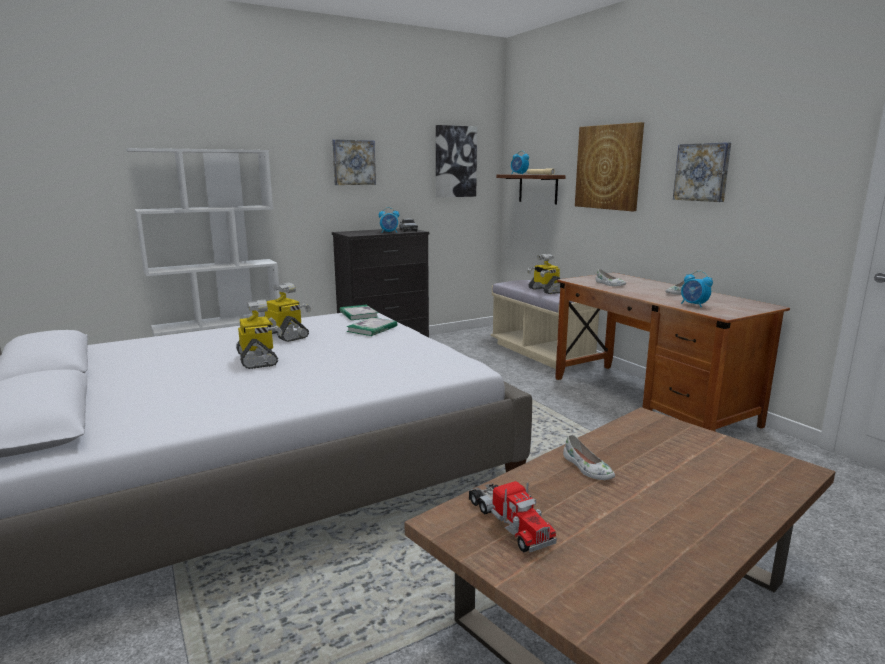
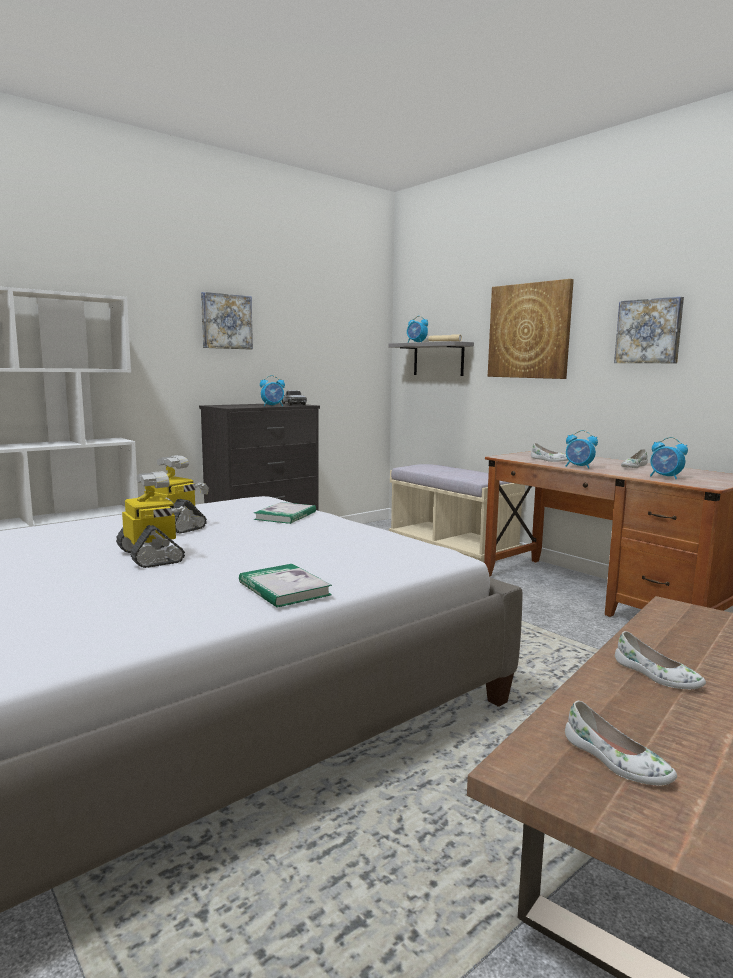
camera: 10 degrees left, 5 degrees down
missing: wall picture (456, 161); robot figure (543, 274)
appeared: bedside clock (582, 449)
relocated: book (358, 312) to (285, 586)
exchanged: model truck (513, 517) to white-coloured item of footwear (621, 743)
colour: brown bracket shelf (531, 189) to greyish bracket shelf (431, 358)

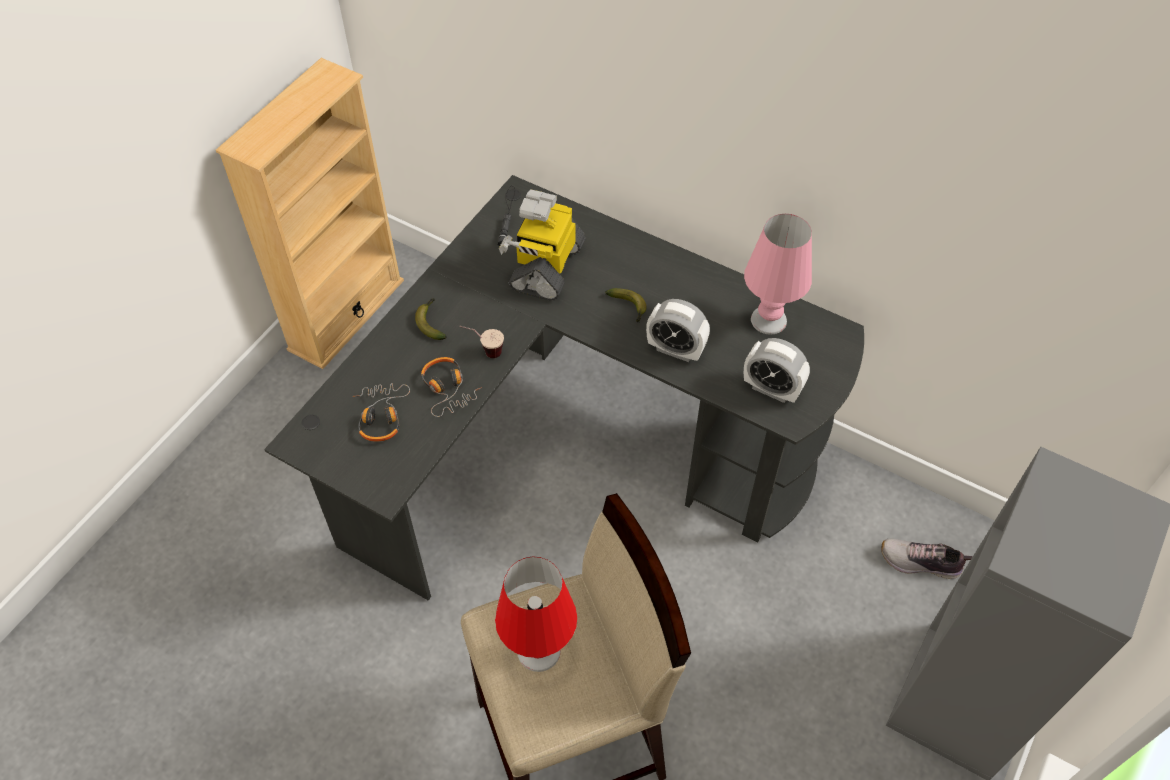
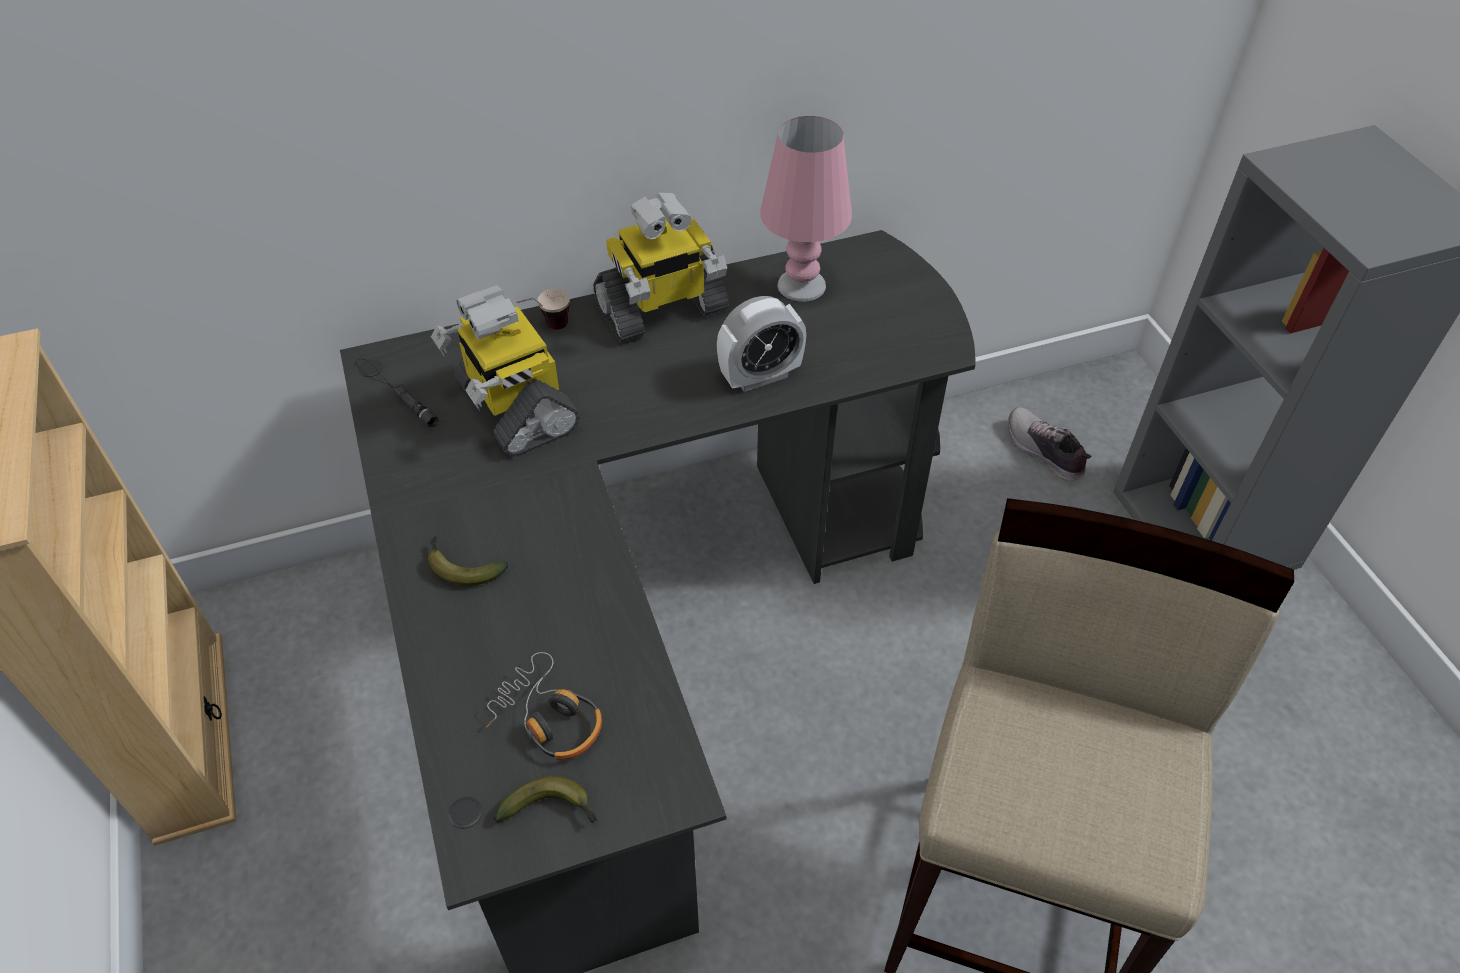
camera: 50 degrees left, 5 degrees down
missing: headphones (451, 387); red lamp for a table (536, 614); bedside clock (777, 370)
appeared: robot figure (661, 267)
relocated: drinking cup (481, 342) to (543, 309); banana (626, 305) to (545, 799)
spun: item of footwear (927, 559) = (1050, 444) 90 degrees clockwise

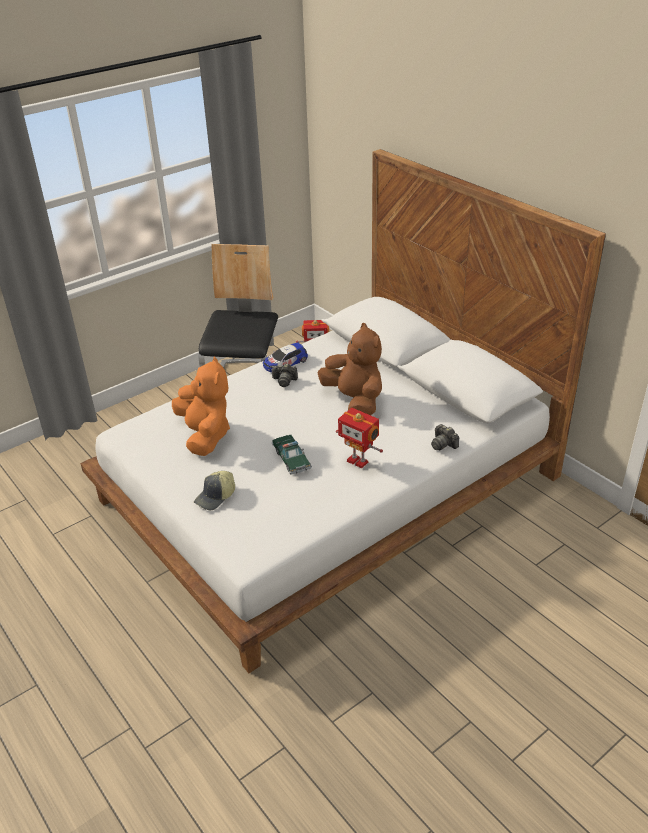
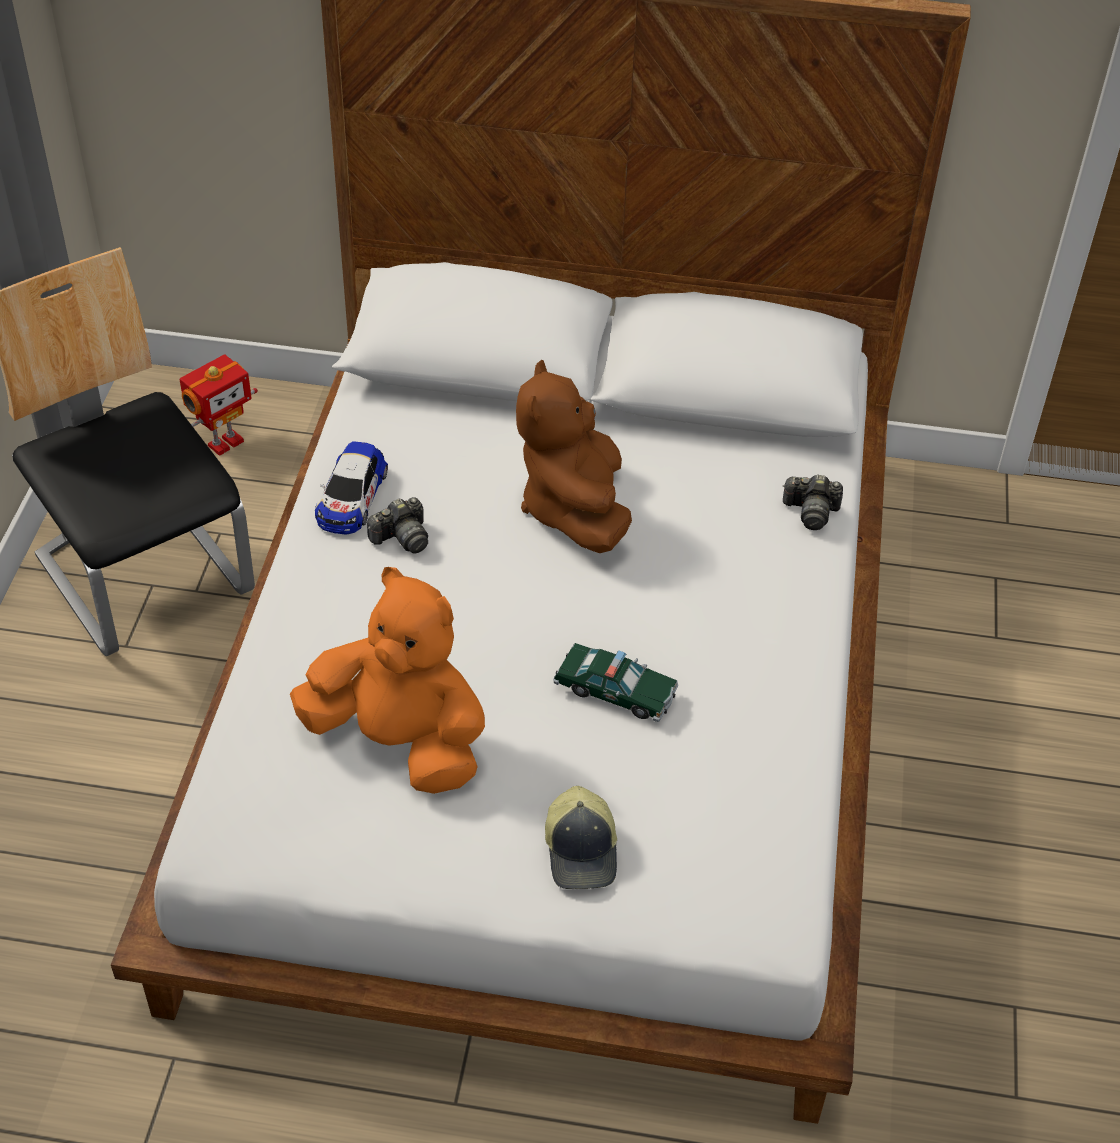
camera: 45 degrees left, 10 degrees up
missing: robot figure (359, 438)
spun: brown soft toy (349, 369) = (574, 456) 105 degrees counterclockwise

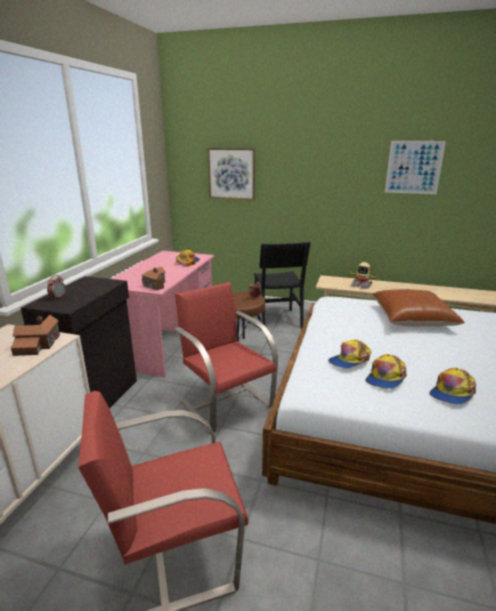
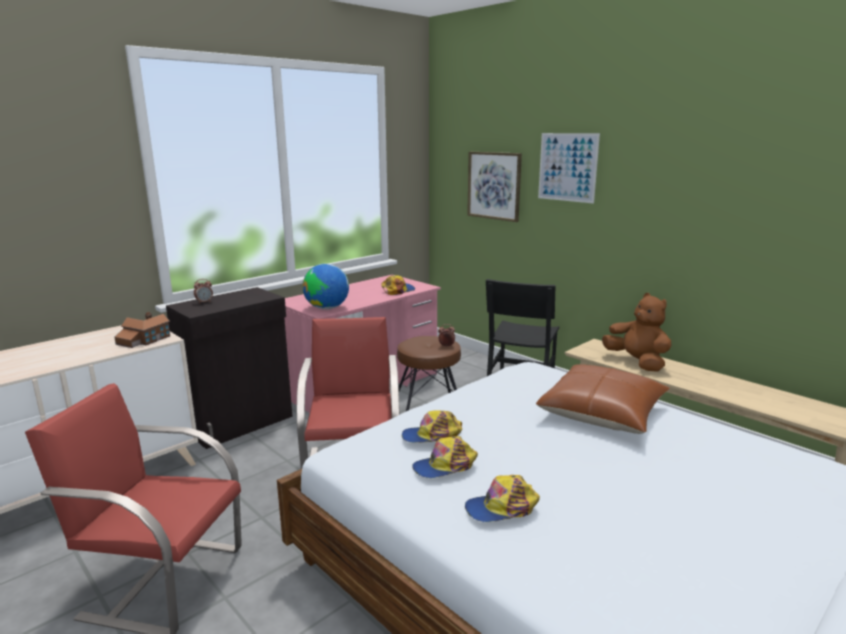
camera: 30 degrees right, 5 degrees down
relocated: wall picture (415, 167) to (569, 168)
exchanged: model house (153, 278) to globe (325, 287); robot figure (362, 275) to brown soft toy (636, 332)

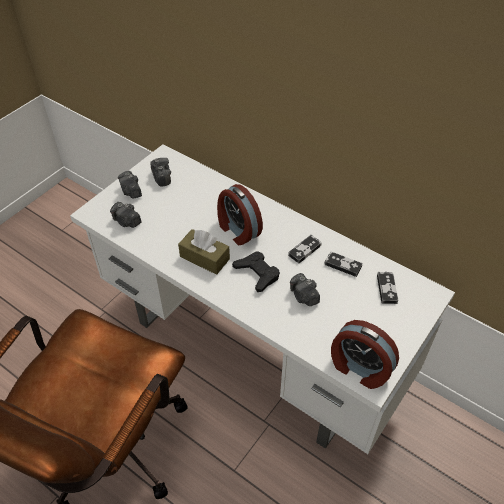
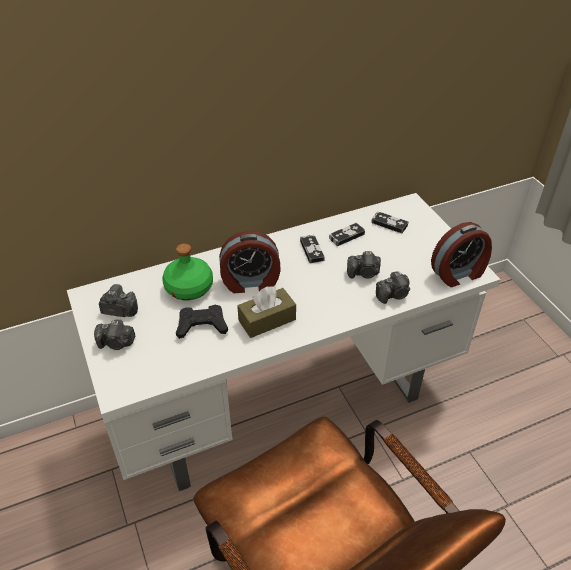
camera: 60 degrees left, 5 degrees down
appeared: greenish drink bottle (187, 272)
relocated: photo camera (125, 215) to (393, 287); black-coloured joypad (256, 271) to (202, 322)

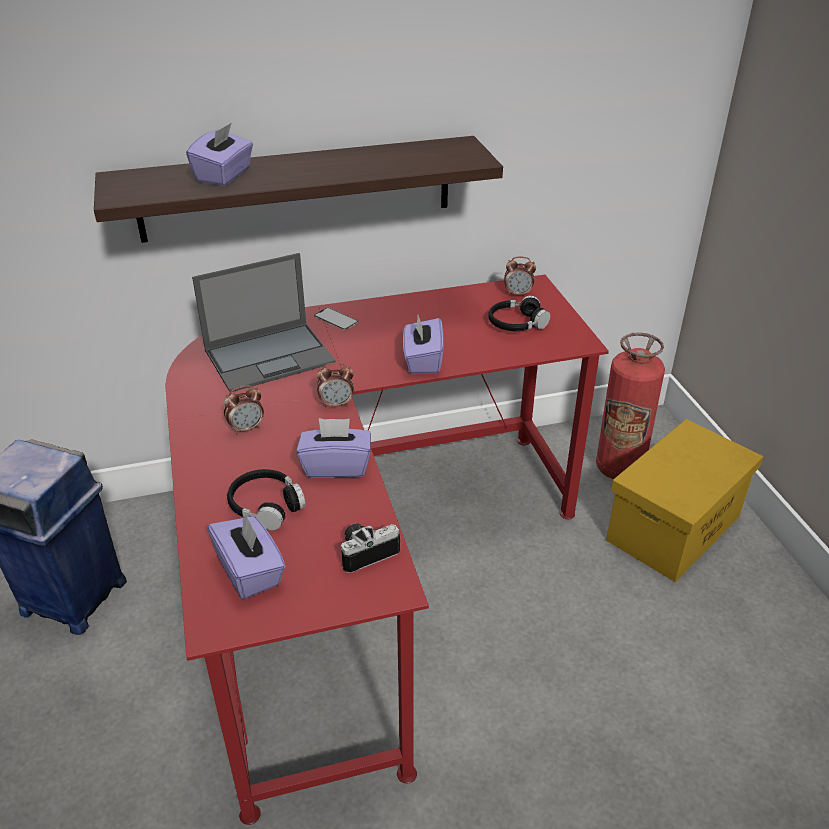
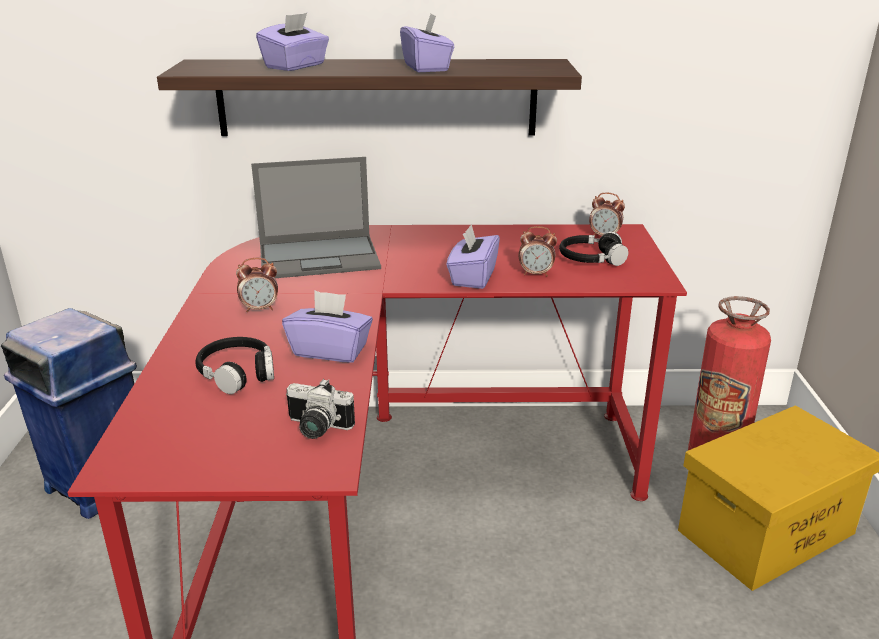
camera: 15 degrees right, 10 degrees down
missing: phone (336, 318)
relocated: purple box of tissues (247, 556) to (427, 43); bedside clock (335, 385) to (538, 251)
spun: photo camera (370, 548) = (320, 409) 150 degrees counterclockwise

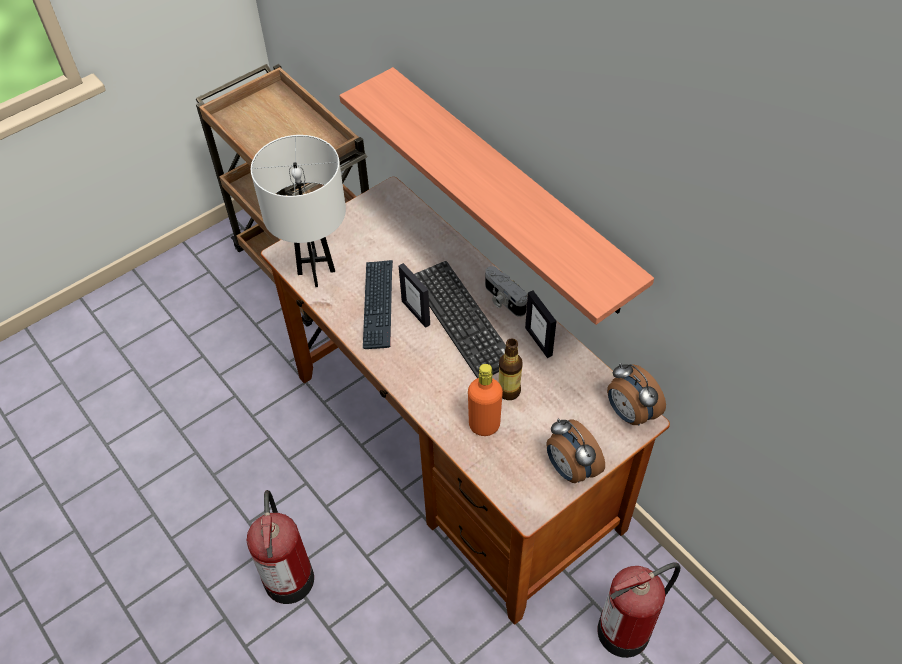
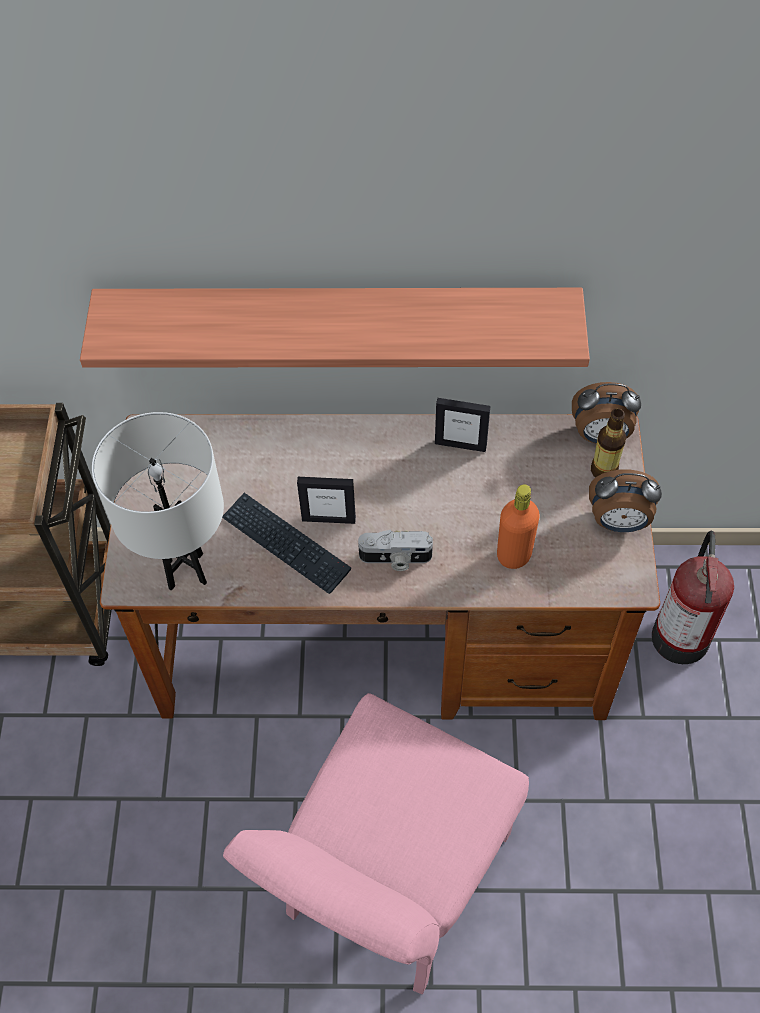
camera: 50 degrees left, 5 degrees up
missing: keyboard (460, 319)
relocated: photo camera (506, 291) to (395, 550); drink bottle (511, 369) to (608, 443)
exchanged: fire extinguisher (280, 547) to pink chair (376, 843)

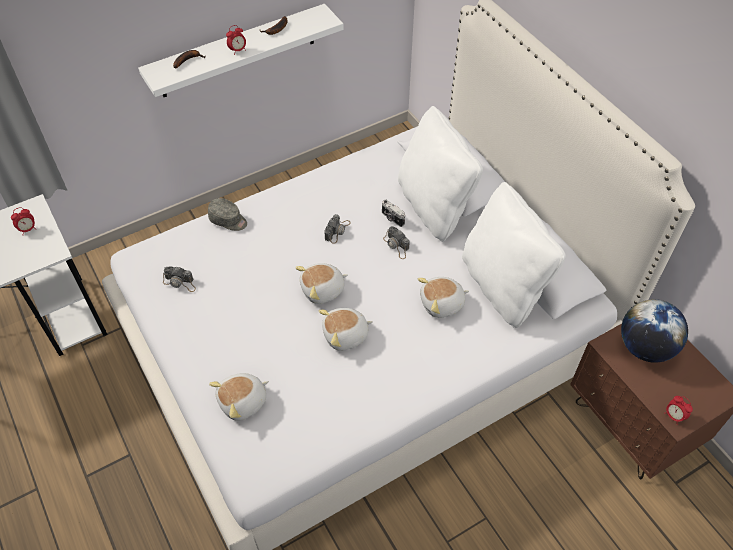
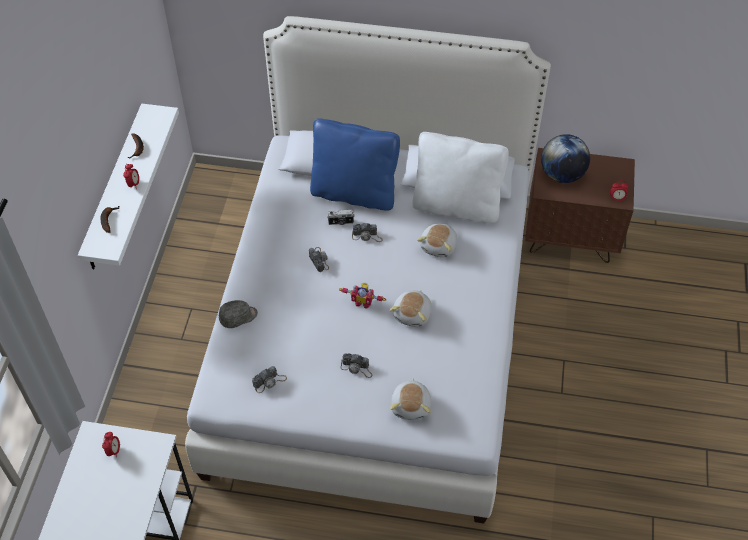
camera: 50 degrees left, 0 degrees up
appeared: photo camera (356, 365)
exchanged: soft toy (321, 283) to robot figure (362, 295)
colour: white-coloured cushion (440, 174) to blue-coloured cushion (355, 164)

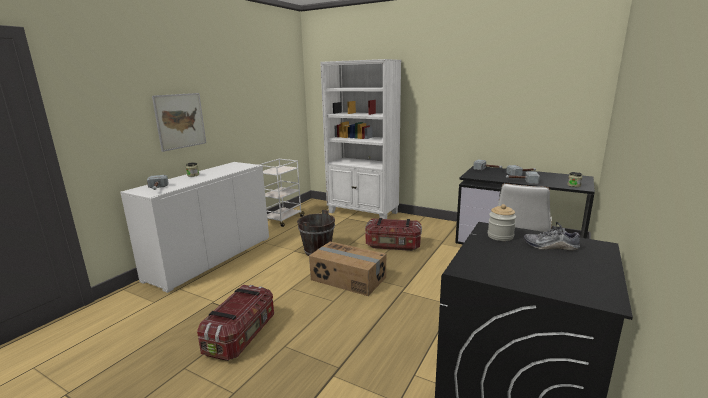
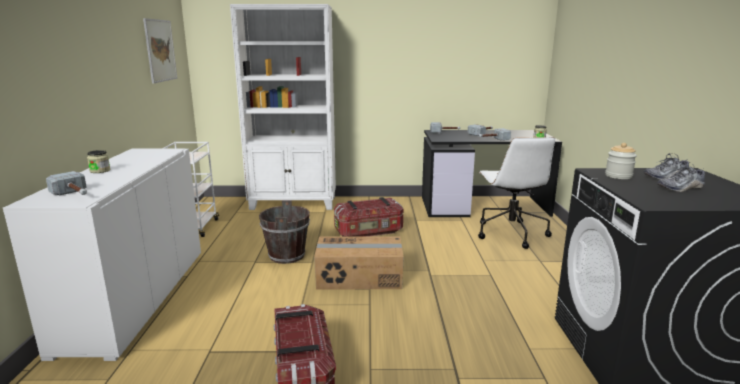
camera: 30 degrees left, 0 degrees up
appeared: item of footwear (681, 177)
relocated: wall picture (179, 122) to (160, 50)

